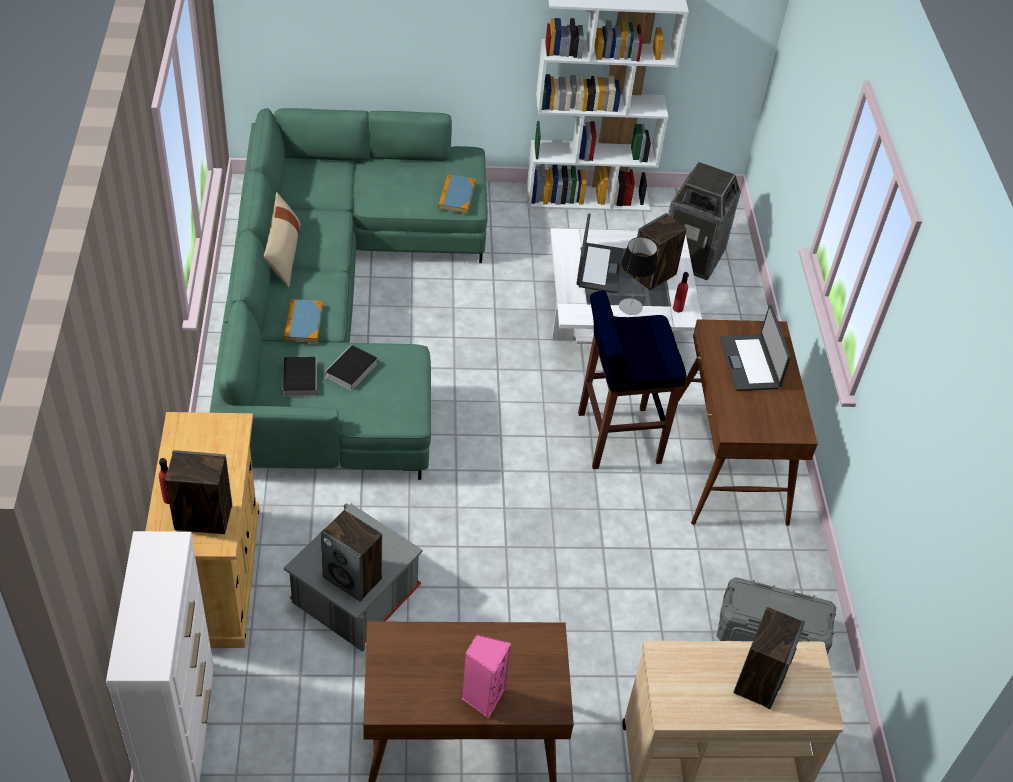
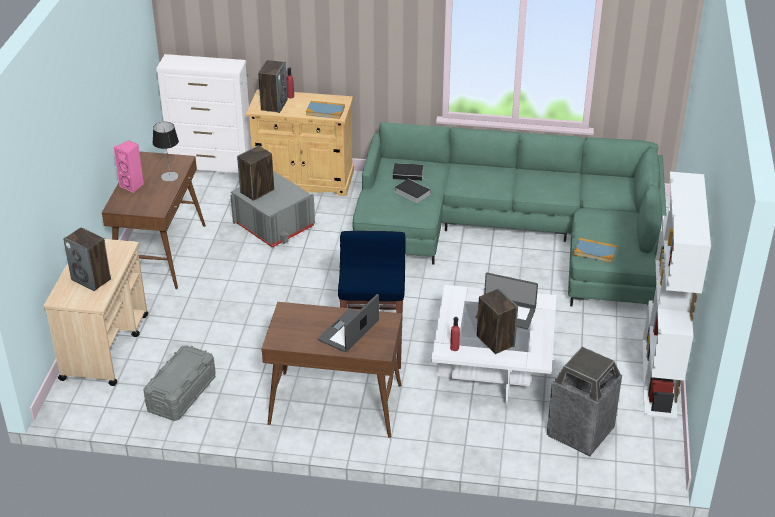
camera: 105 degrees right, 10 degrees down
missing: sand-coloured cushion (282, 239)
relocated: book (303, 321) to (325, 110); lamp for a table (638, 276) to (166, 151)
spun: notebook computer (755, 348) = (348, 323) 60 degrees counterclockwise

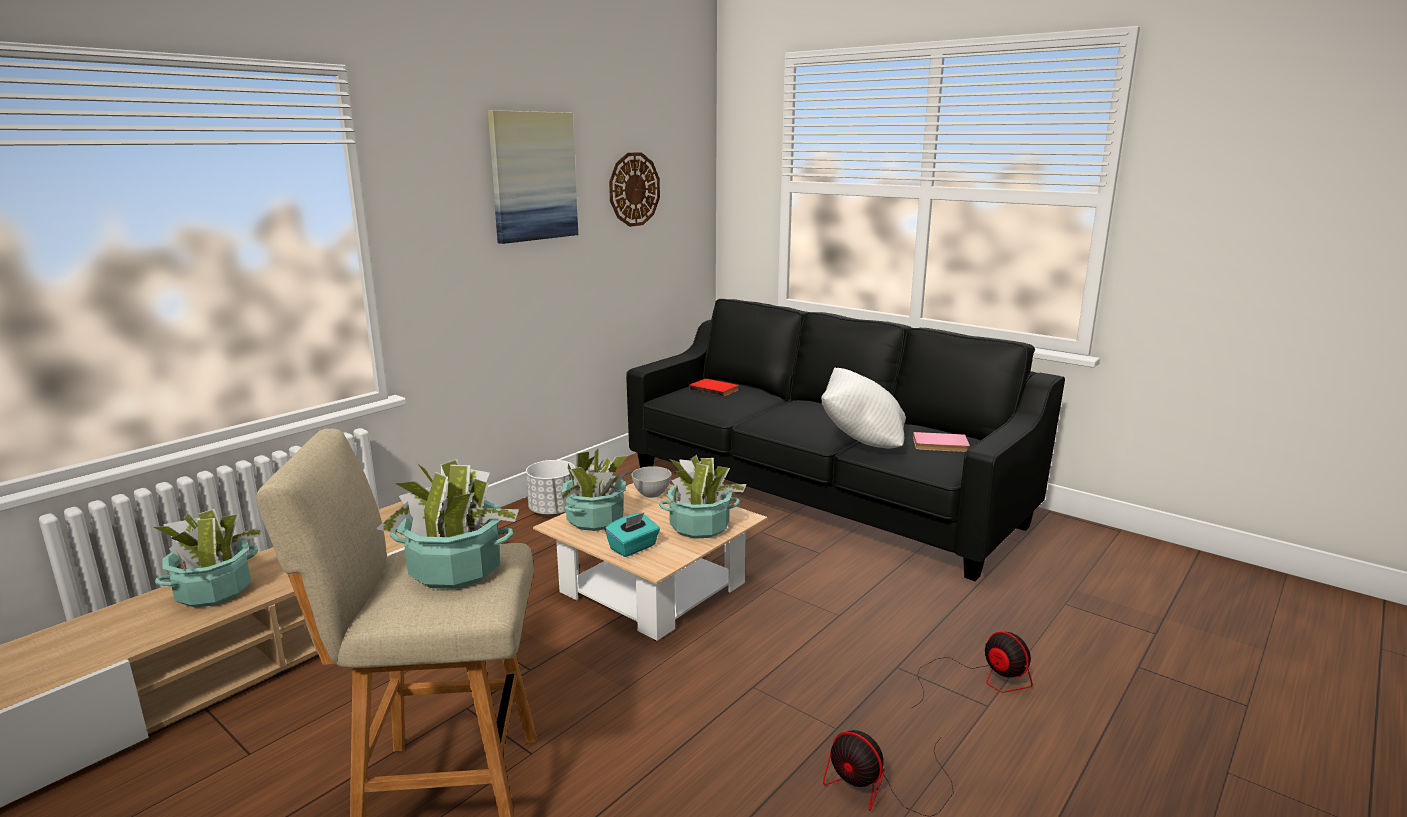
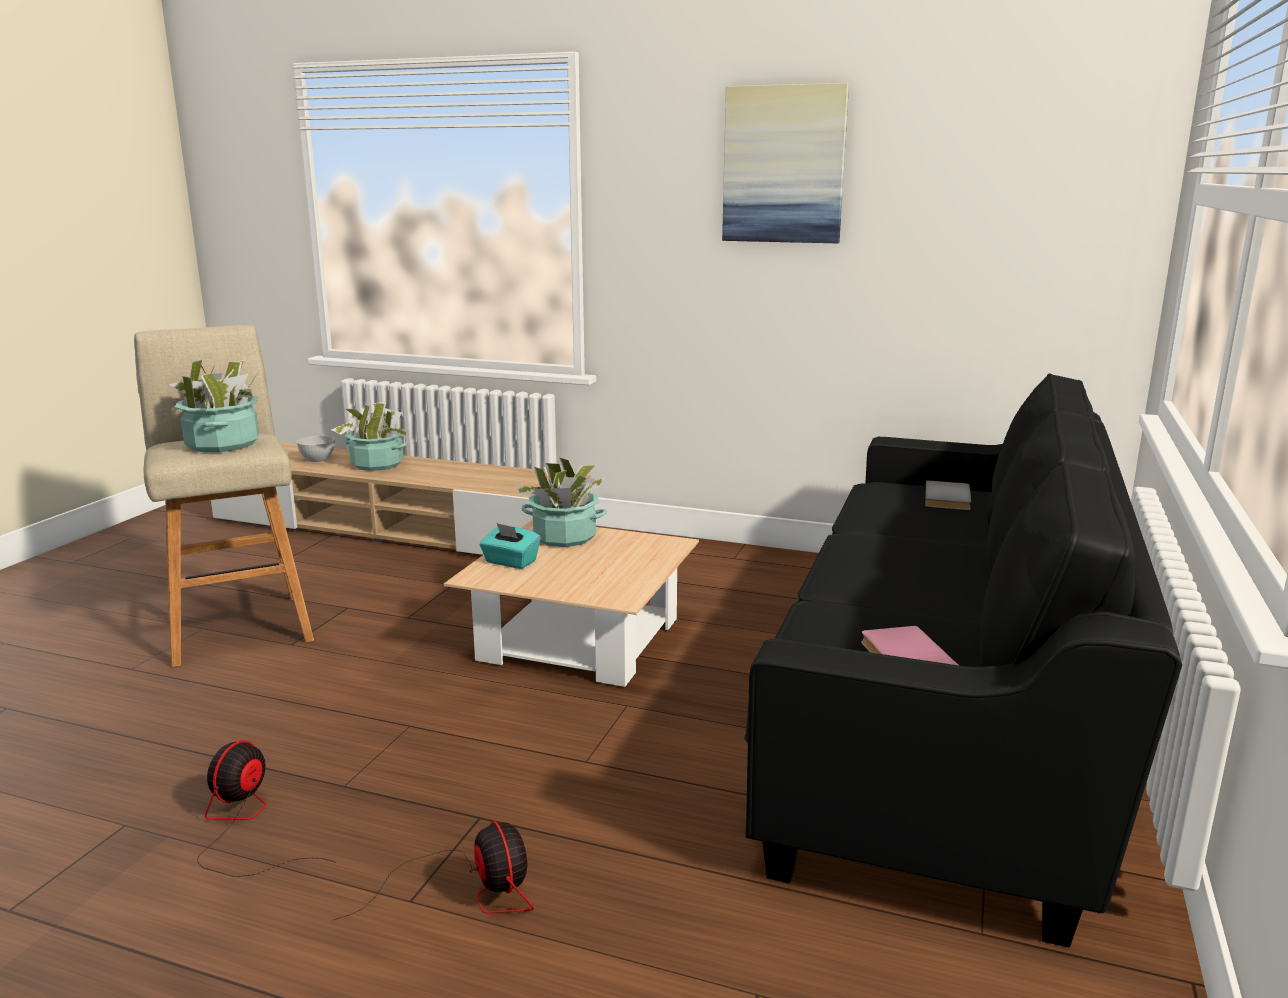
camera: 70 degrees right, 0 degrees up
missing: white-coloured flower pot (550, 487); hanging clock (634, 189); houseplant (702, 497); white-coloured cushion (863, 408)
relocated: greyish bowl (651, 482) to (316, 449)
colour: red book (714, 388) to greyish book (948, 495)
spun: fan (972, 669) = (433, 870) 60 degrees counterclockwise

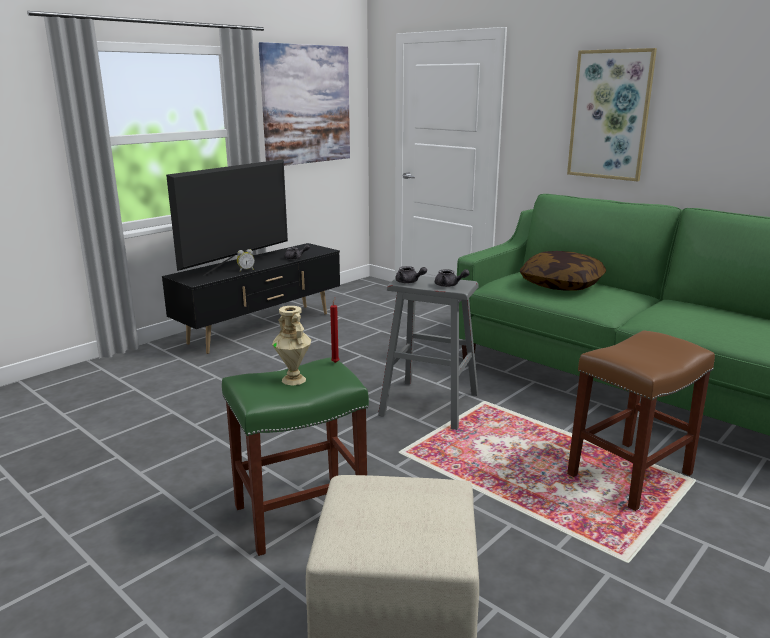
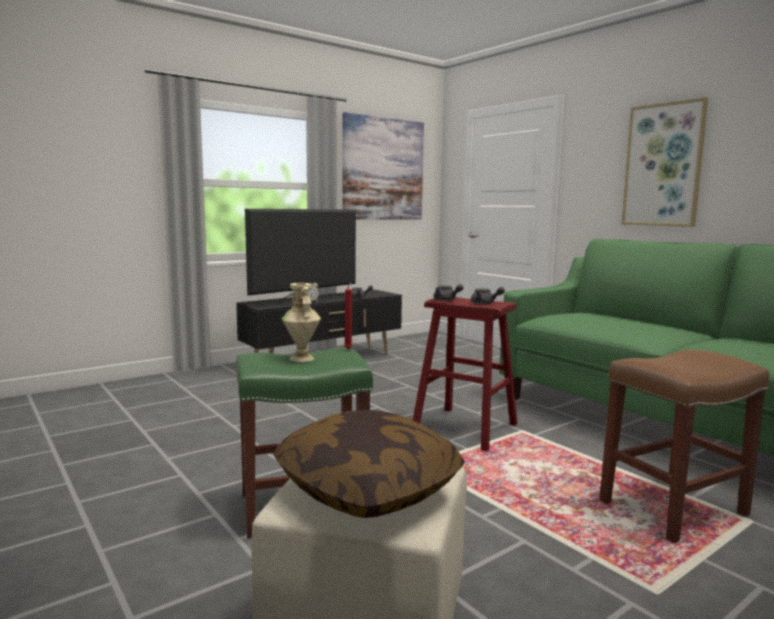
camera: 10 degrees right, 10 degrees down
relocated: cushion (563, 271) to (369, 464)
colour: greyish sitting stool (428, 353) to red sitting stool (465, 374)

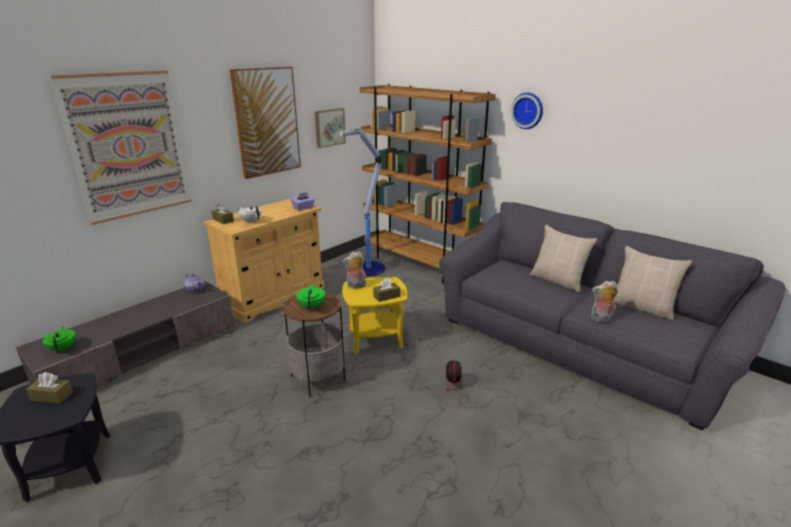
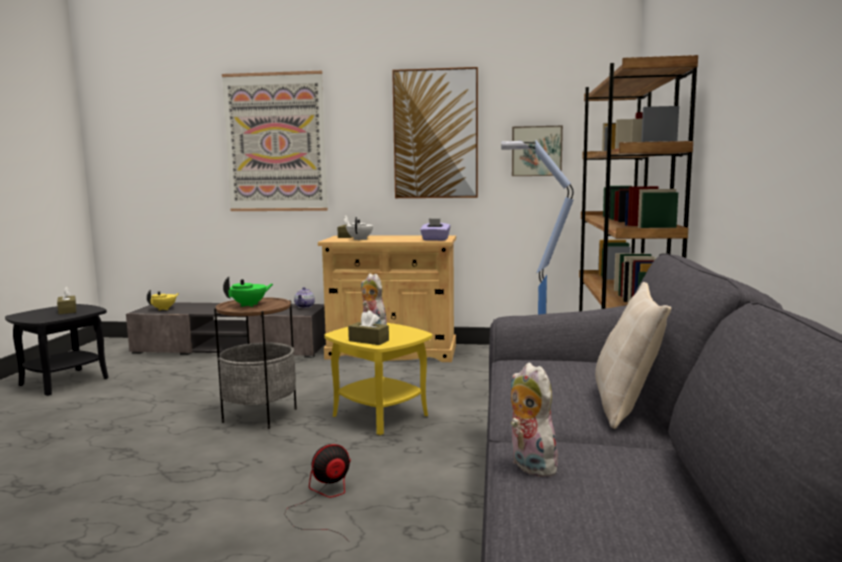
camera: 55 degrees right, 15 degrees down
missing: hanging clock (527, 111); sand-coloured cushion (653, 283)
colour: greenish tea pot (59, 339) to yellow tea pot (163, 300)

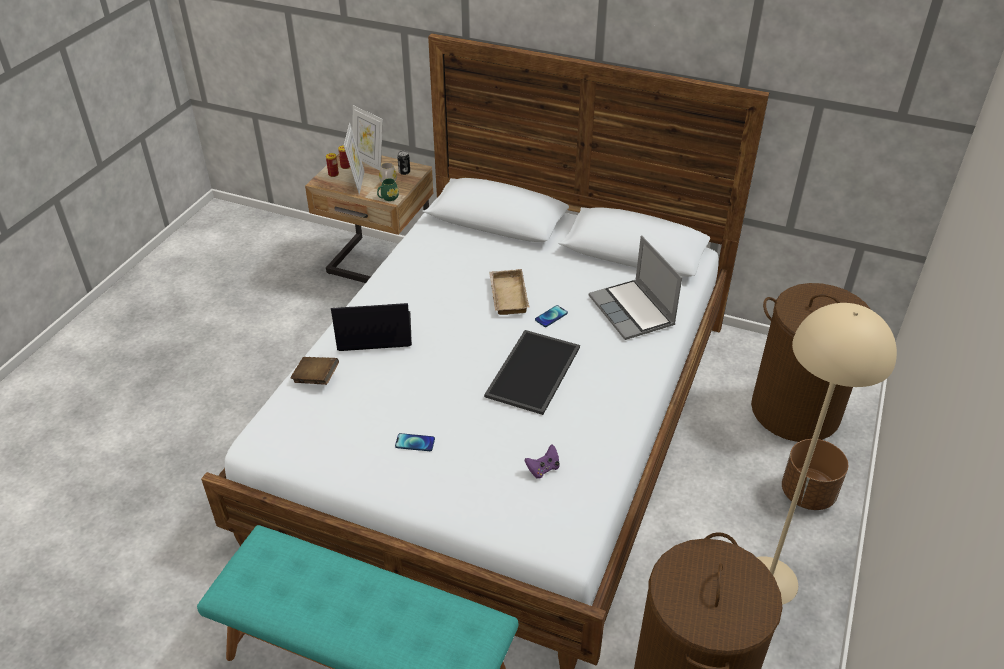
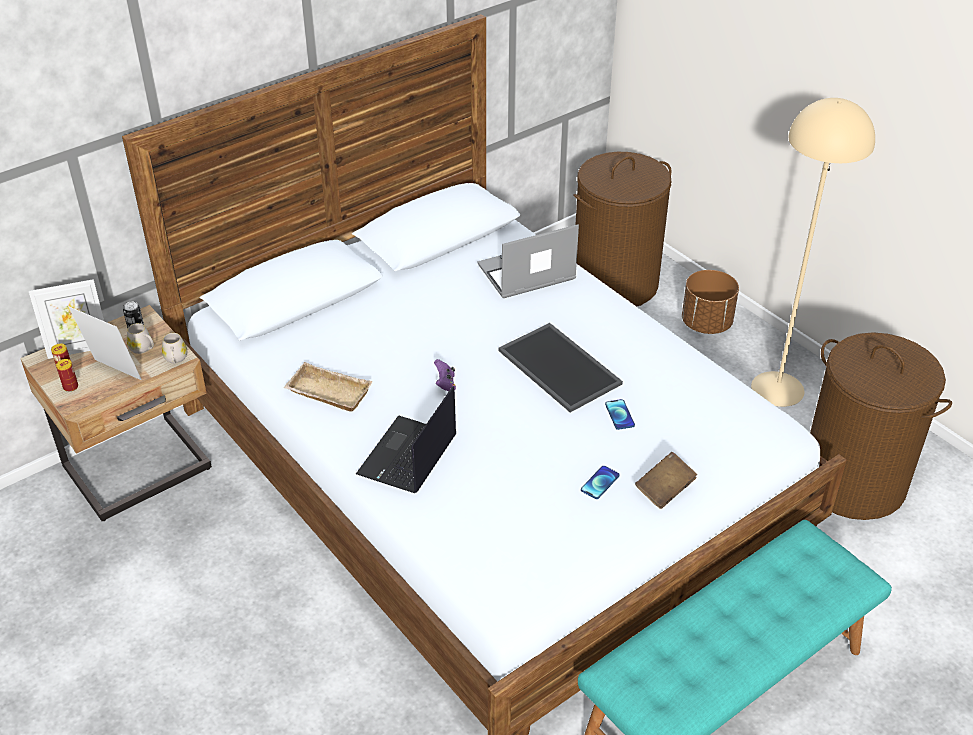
camera: 60 degrees left, 0 degrees up
relocated: brown book (314, 371) to (666, 480); sand-coloured serving tray (509, 292) to (328, 387); purple joypad (542, 462) to (445, 375); phone (551, 316) to (620, 414)
colour: greenish tea mug (388, 189) to white-coloured tea mug (174, 348)
spun: notebook computer (635, 287) = (528, 261) 150 degrees clockwise

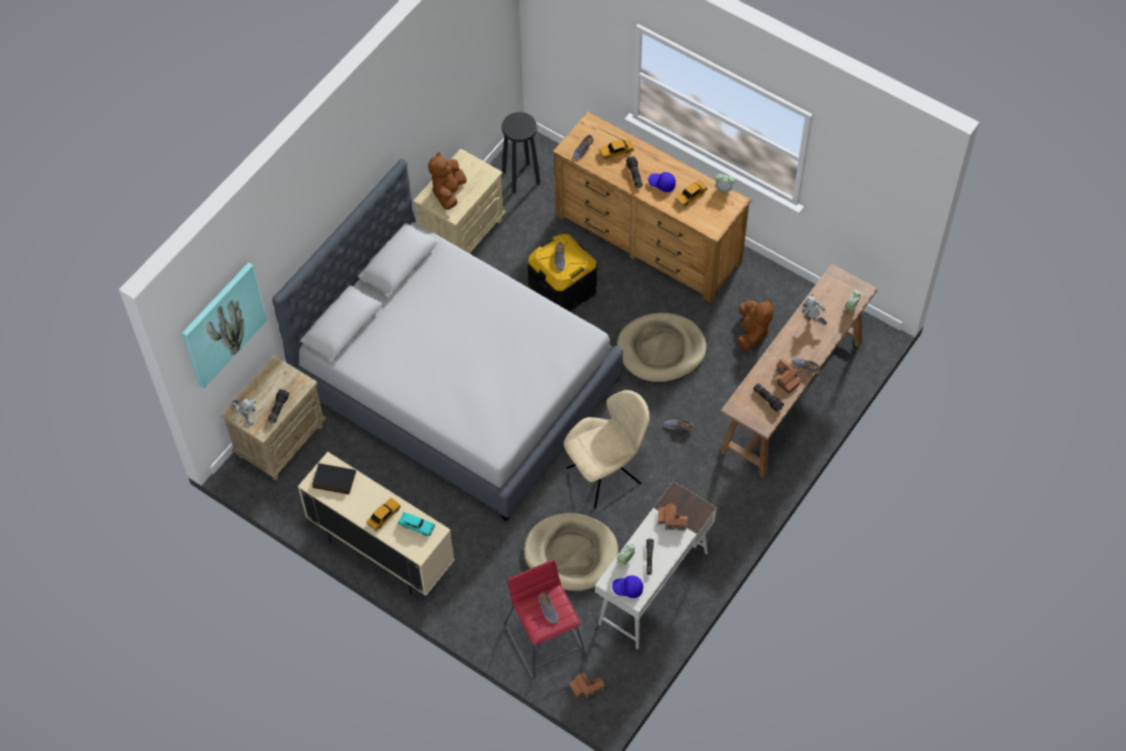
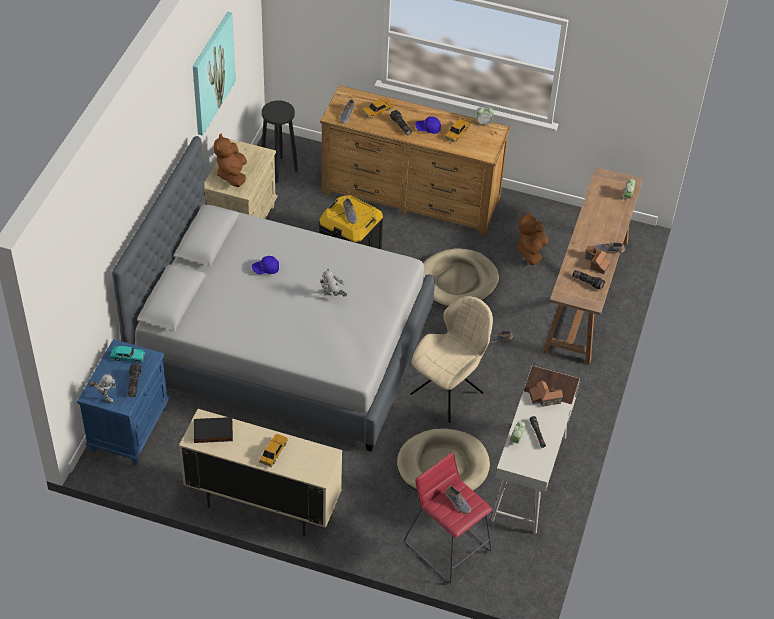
camera: 20 degrees left, 10 degrees down
missing: model house (587, 686)
relocated: wall picture (224, 325) to (214, 74); turquoise toy car (416, 524) to (127, 354); blue-coloured peaked cap (628, 587) to (265, 265); robot figure (814, 309) to (333, 283)
colour: sand-coloured nightstand (273, 417) to blue-coloured nightstand (123, 402)
spun: brown soft toy (755, 324) = (533, 238) 150 degrees counterclockwise

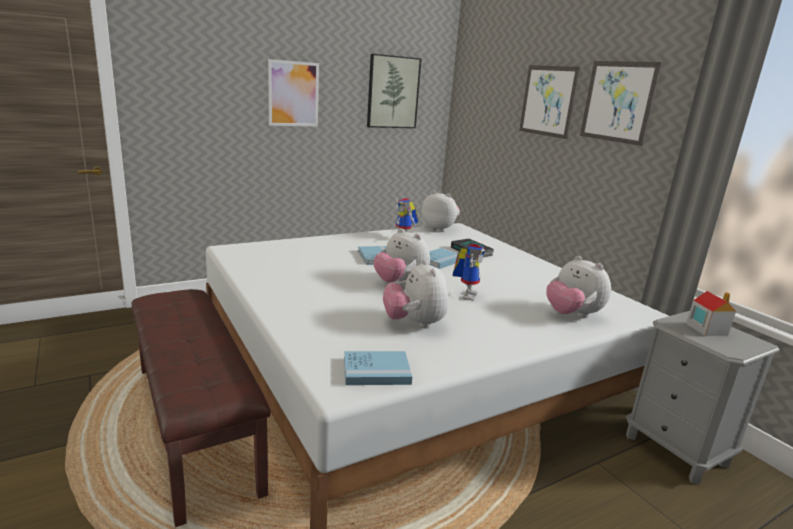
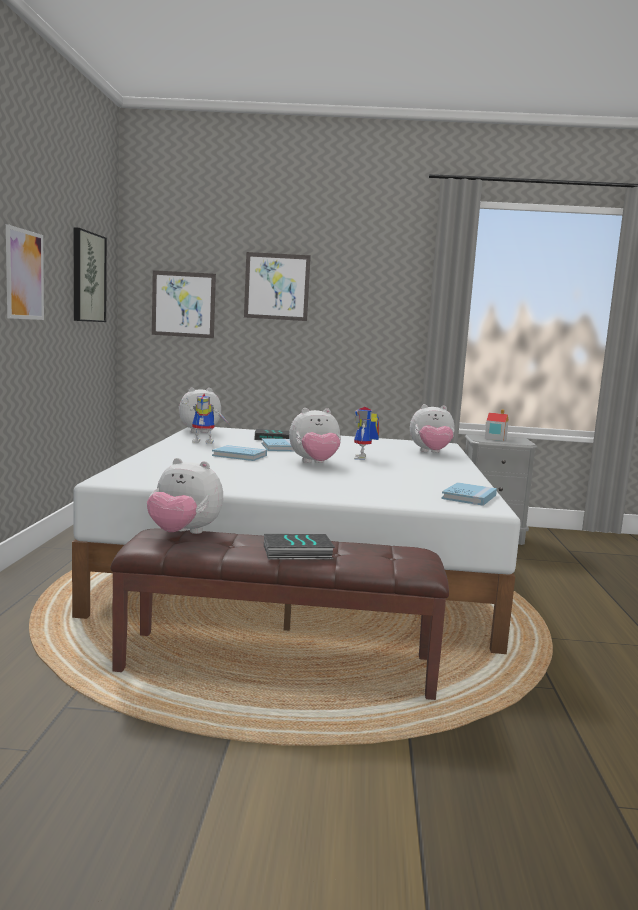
camera: 55 degrees left, 10 degrees down
appeared: book (299, 547)
relocated: soft toy (415, 293) to (185, 496); wall picture (621, 103) to (184, 304)
spun: robot figure (469, 272) = (366, 433) 135 degrees counterclockwise

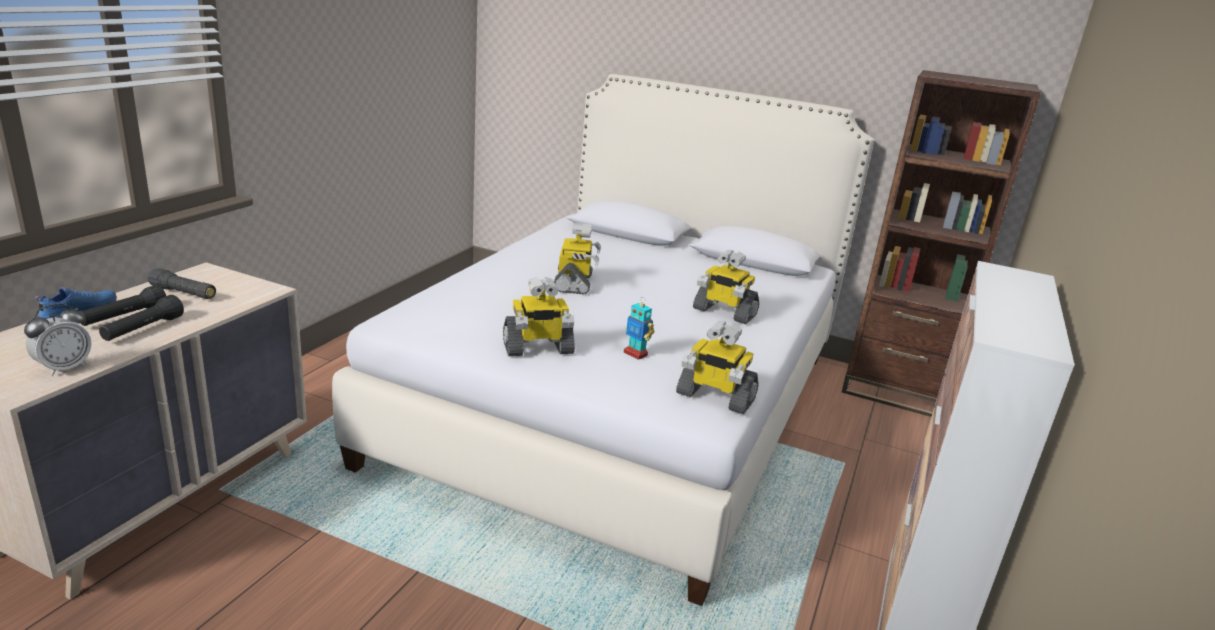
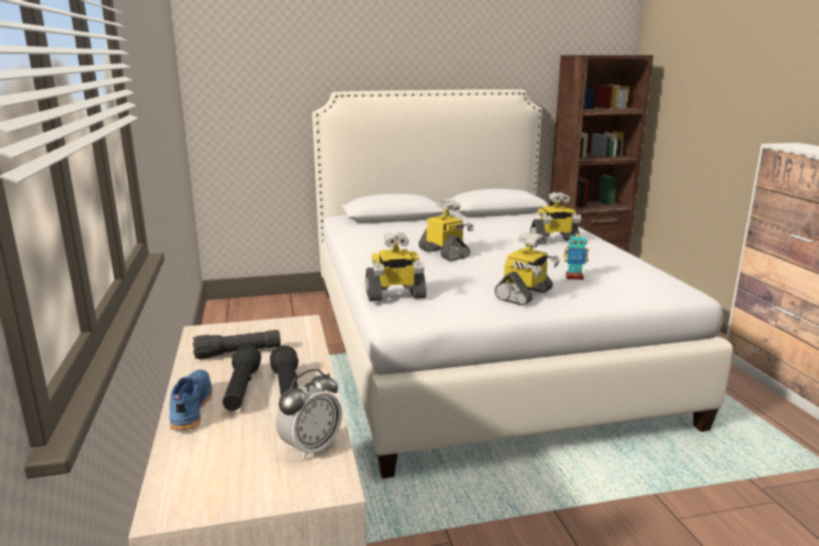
camera: 35 degrees left, 5 degrees down
relocated: robot figure (717, 368) to (396, 266)
spun: bedside clock (58, 339) = (309, 415) 45 degrees clockwise

